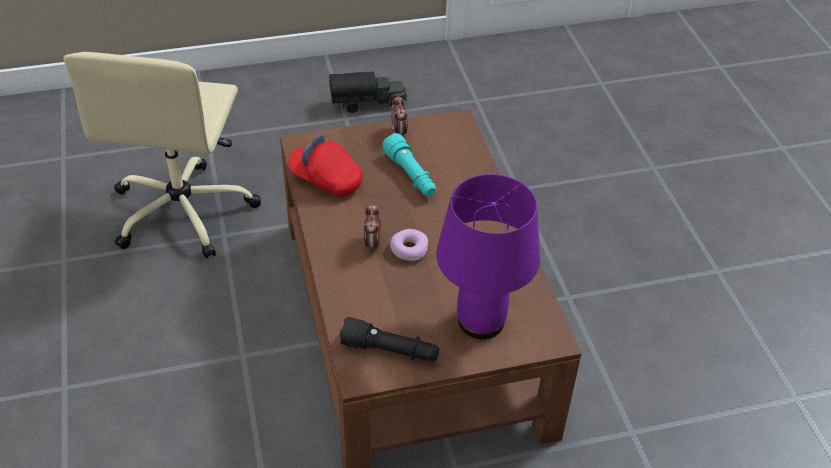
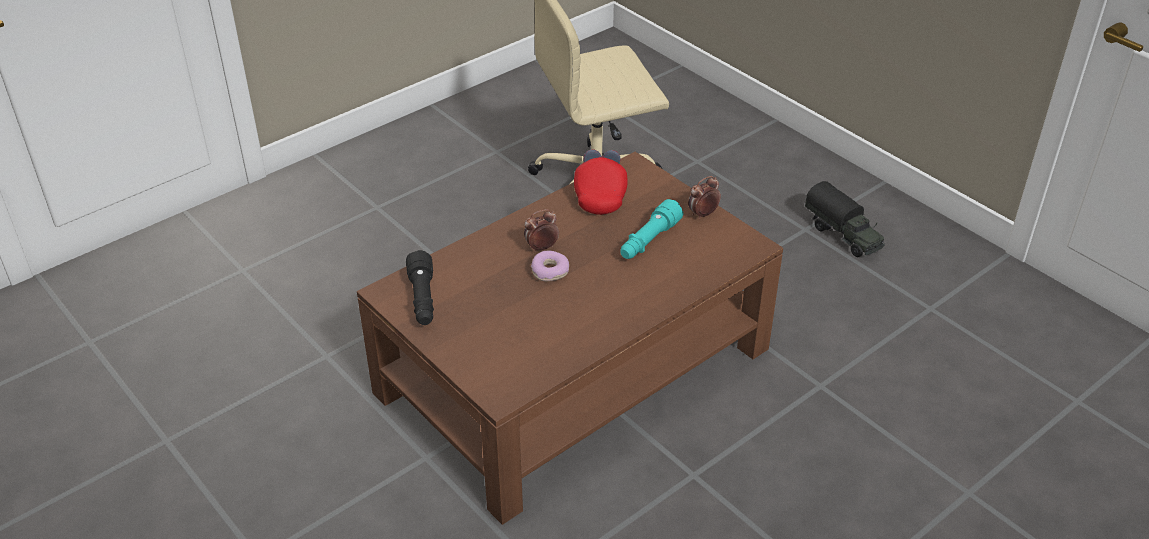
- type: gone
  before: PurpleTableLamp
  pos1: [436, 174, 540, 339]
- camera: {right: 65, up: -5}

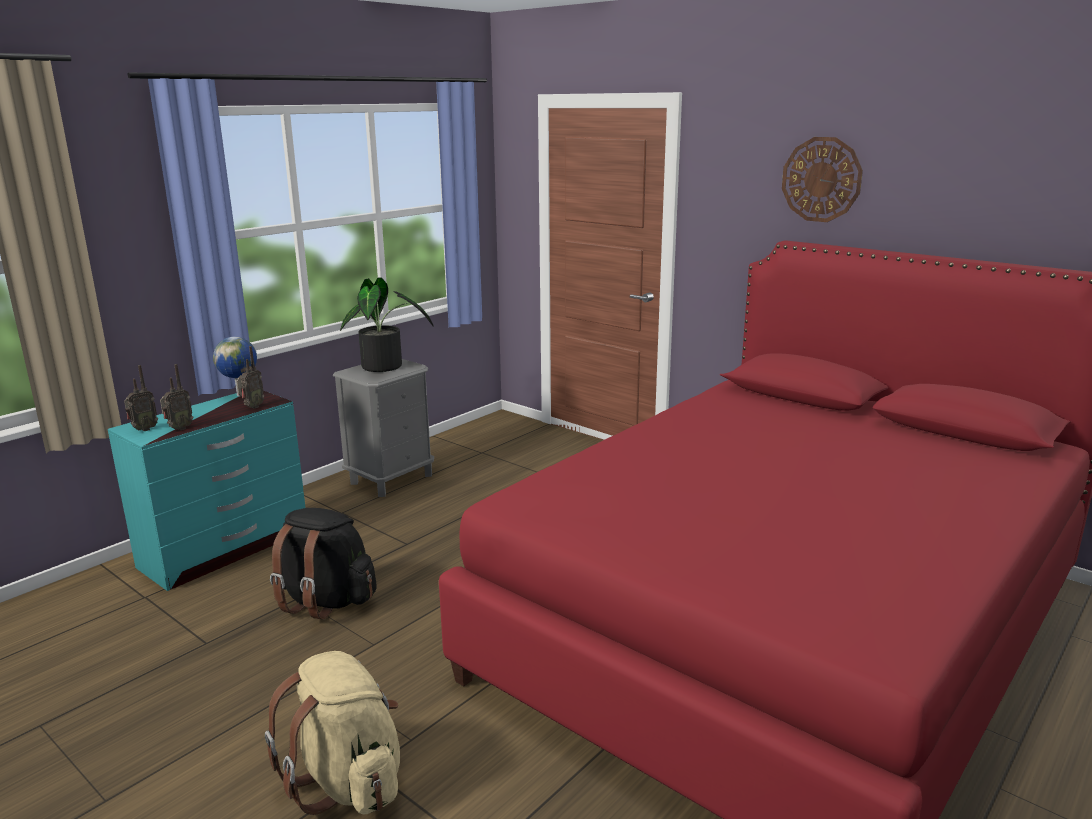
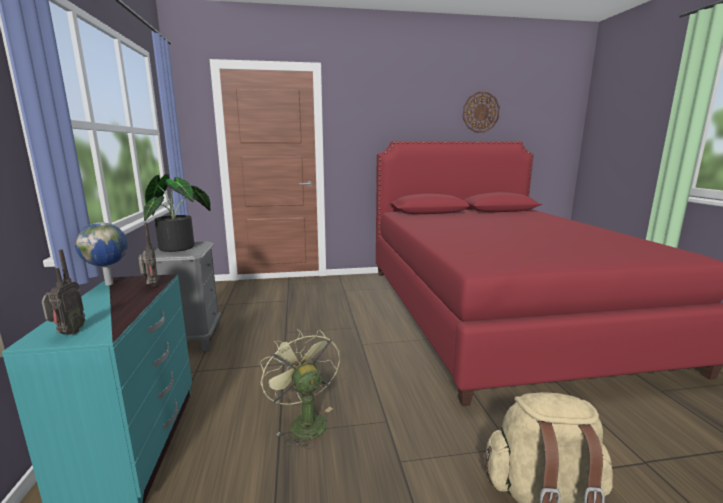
- type: shifted
  before: WallClock
  pos1: [782, 137, 863, 222]
  pos2: [463, 92, 500, 133]
- type: gone
  before: Radio
  pos1: [160, 364, 193, 430]
- type: swapped
  before: BlackBackpack
  after: GreenFan
  pos1: [270, 508, 377, 620]
  pos2: [259, 329, 340, 449]
- camera: {right: -50, up: -5}

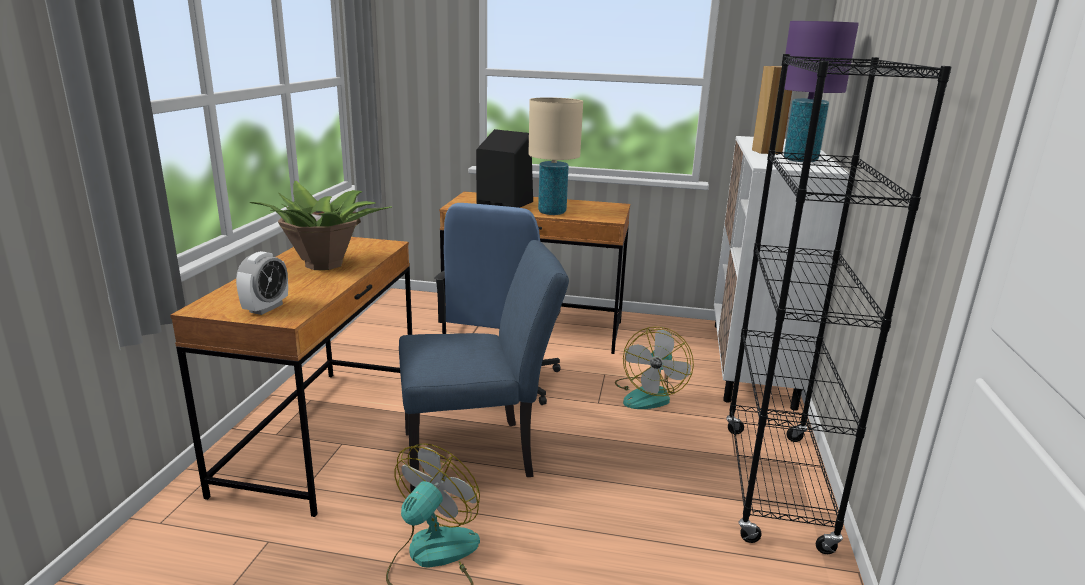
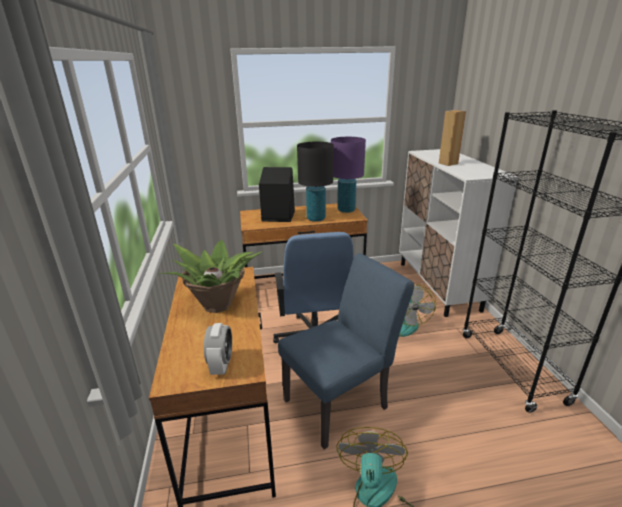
- type: shifted
  before: PurpleTableLamp
  pos1: [784, 21, 859, 162]
  pos2: [331, 137, 366, 213]
- type: repainted
  before: BeigeTableLamp
  after: BlackTableLamp
  pos1: [529, 97, 583, 215]
  pos2: [297, 141, 334, 222]
- camera: {right: -20, up: 5}

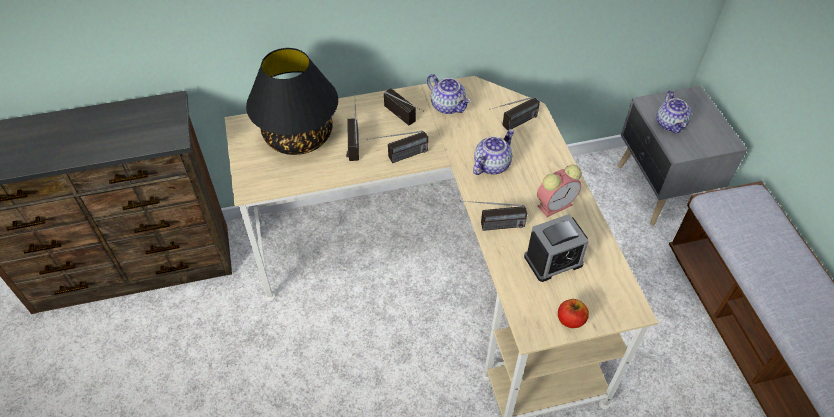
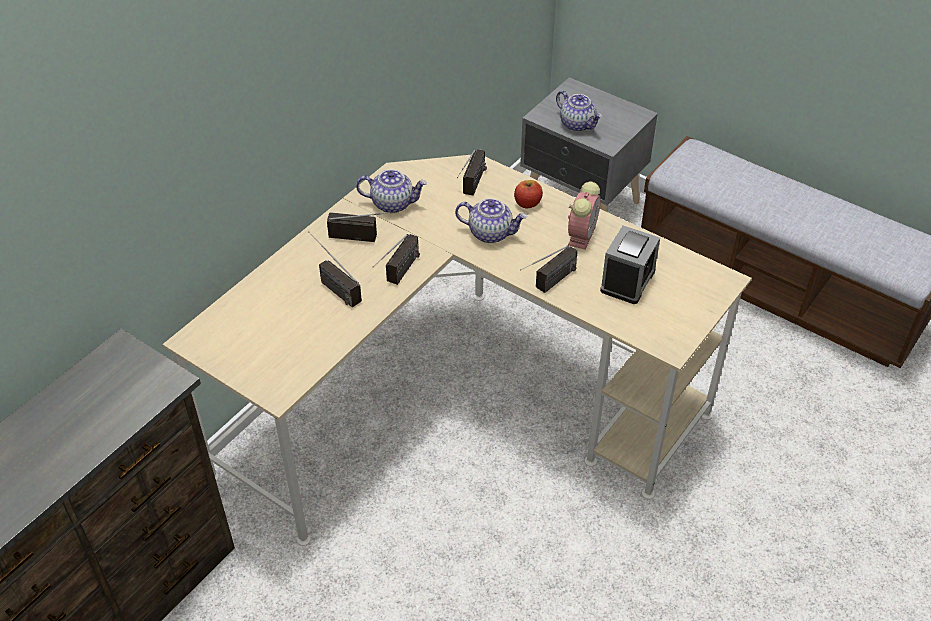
- type: gone
  before: BlackTableLamp
  pos1: [246, 48, 338, 155]
- type: rotated
  before: Teapot
  pos1: [473, 129, 514, 175]
  pos2: [455, 198, 527, 243]
  turn: 105
- type: shifted
  before: Apple
  pos1: [558, 299, 589, 328]
  pos2: [514, 180, 543, 208]
- camera: {right: -40, up: -5}

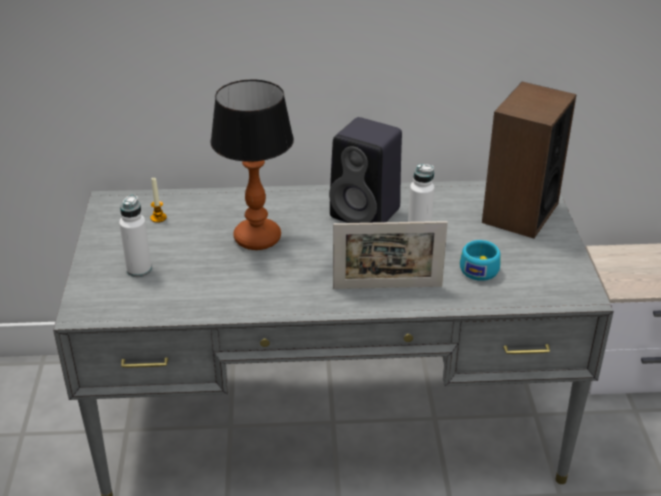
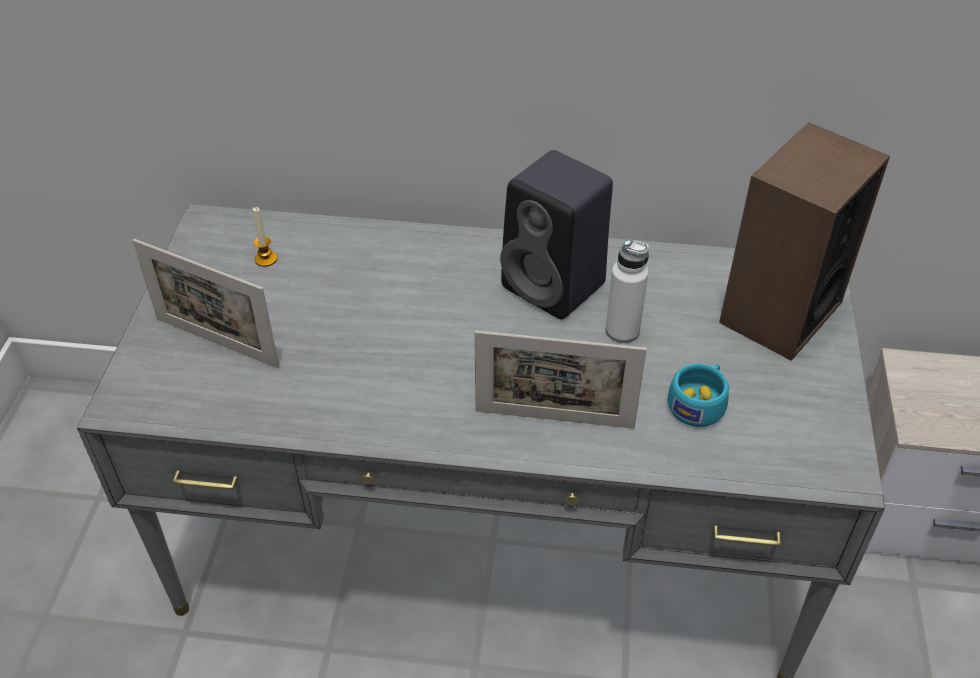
- type: gone
  before: TableLamp
  pos1: [210, 79, 294, 250]
- type: swapped
  before: WhiteBottle
  after: PictureFrame
  pos1: [119, 195, 152, 277]
  pos2: [132, 239, 279, 368]
- camera: {right: 10, up: 10}

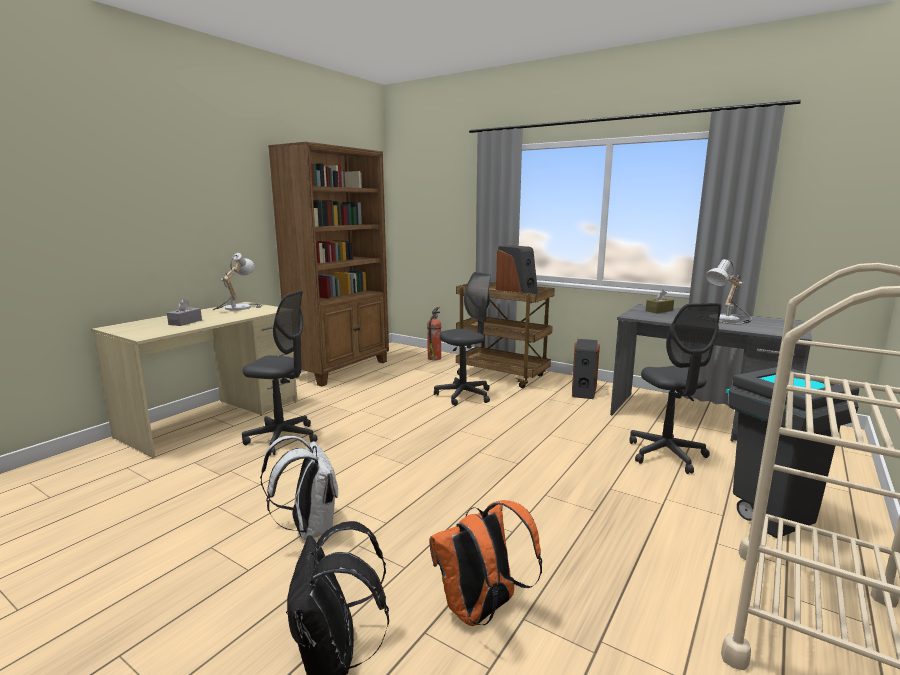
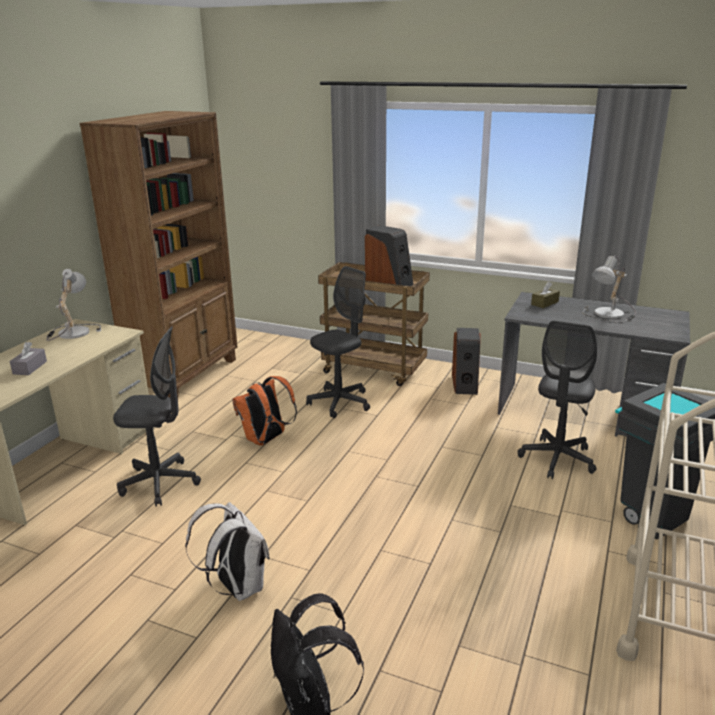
- type: rotated
  before: GreyOfficeChair
  pos1: [629, 303, 722, 474]
  pos2: [518, 321, 597, 479]
  turn: 45
- type: gone
  before: FireExtinguisher
  pos1: [427, 307, 441, 360]
- type: shifted
  before: OrangeBackpack
  pos1: [429, 500, 542, 626]
  pos2: [232, 376, 297, 446]
- camera: {right: -10, up: 10}

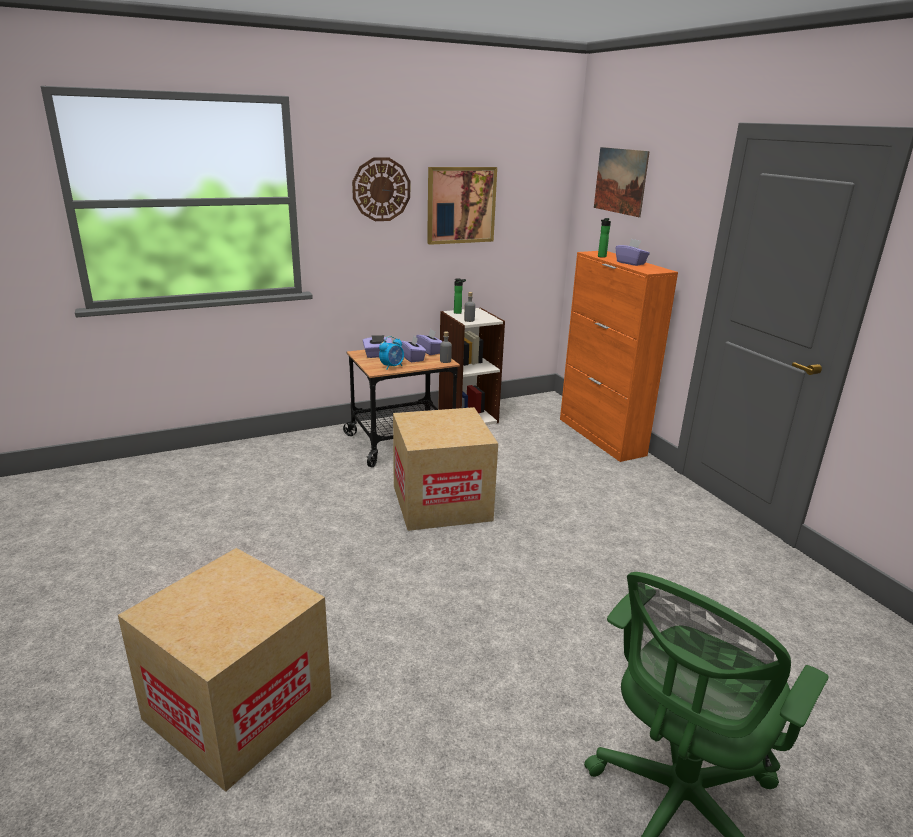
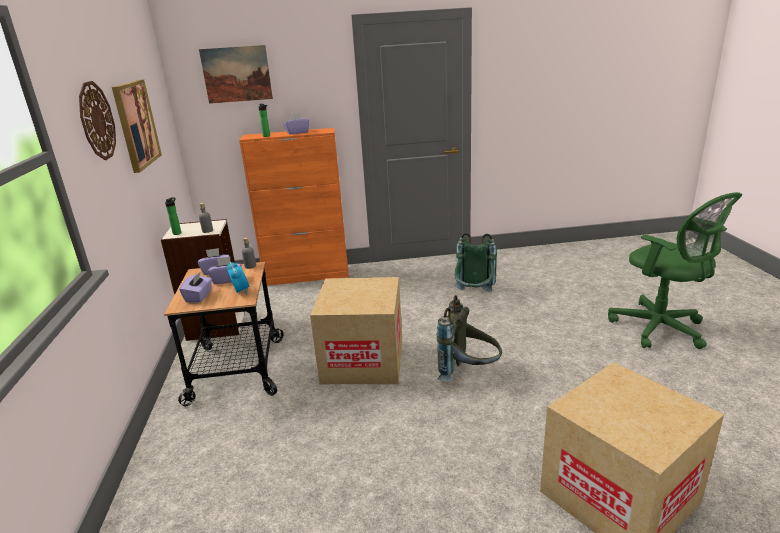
- type: new
  after: GreenBackpack
  pos2: [454, 233, 497, 292]
- type: new
  after: GreyBackpack
  pos2: [437, 295, 502, 382]
- camera: {right: -70, up: 0}

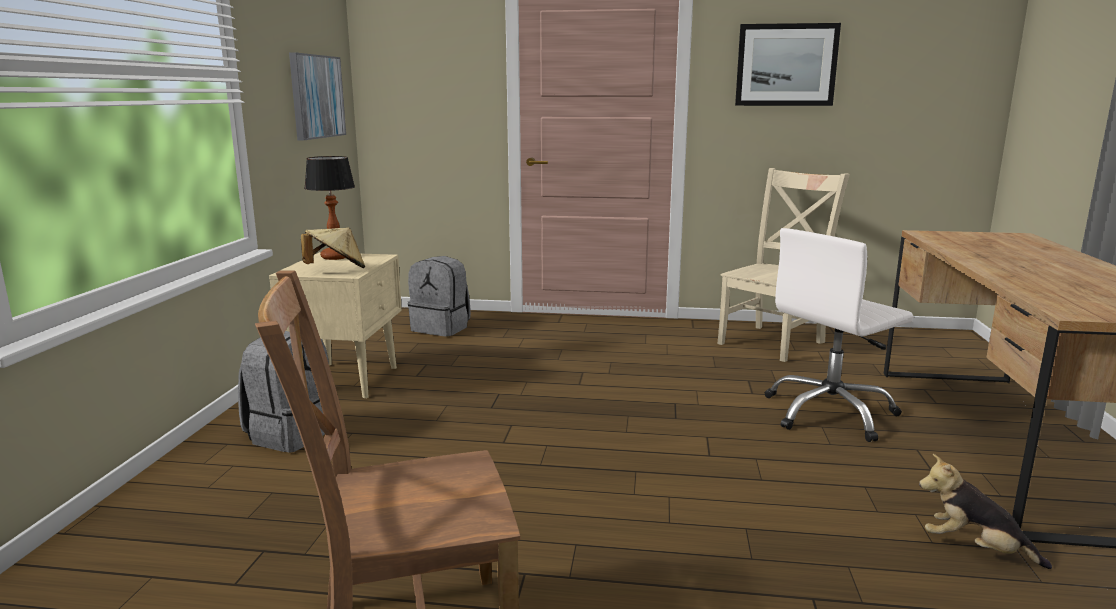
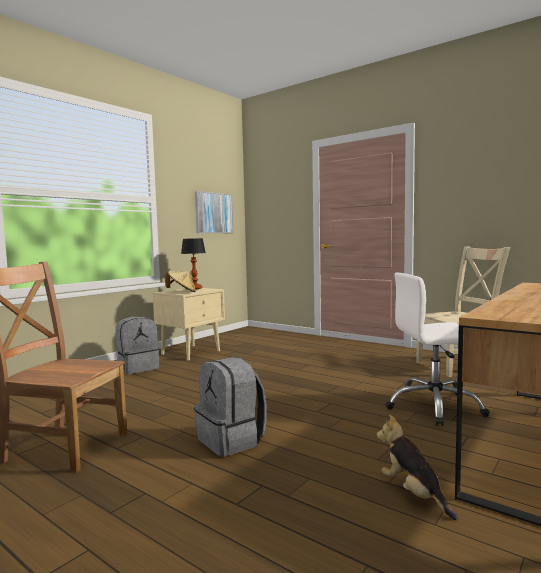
- type: gone
  before: Picture
  pos1: [735, 23, 841, 106]
- type: shifted
  before: GreyBackpack
  pos1: [408, 256, 471, 337]
  pos2: [194, 357, 267, 457]
- camera: {right: 30, up: -10}

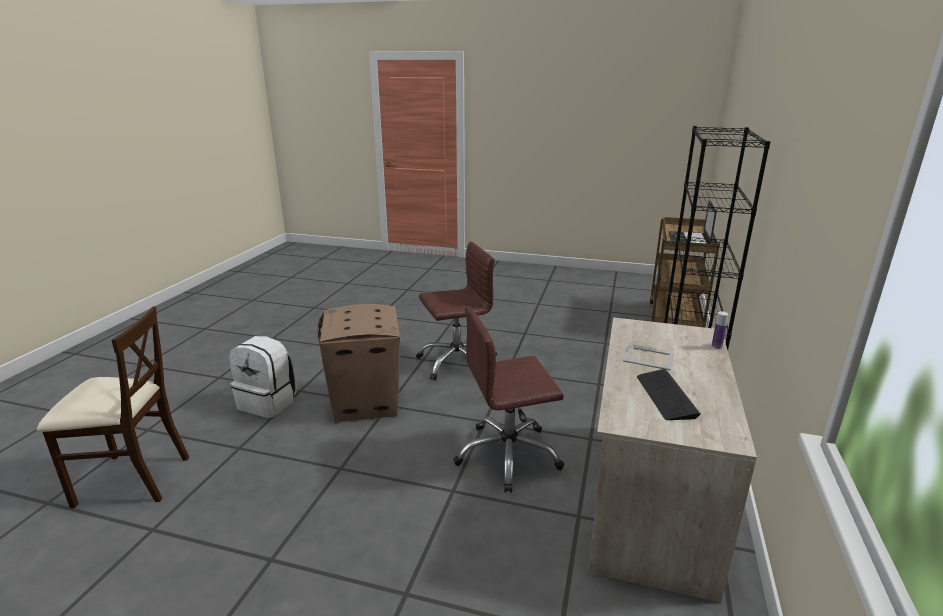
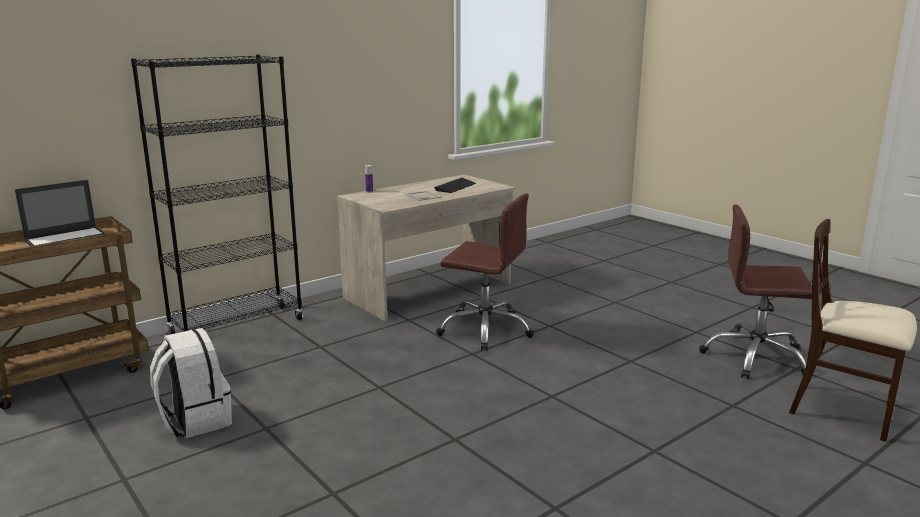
- type: shifted
  before: BrownOfficeChair
  pos1: [416, 241, 497, 381]
  pos2: [699, 204, 812, 379]
- type: gone
  before: CardboardBox
  pos1: [318, 304, 400, 422]
- type: shifted
  before: WhiteBackpack
  pos1: [229, 336, 297, 418]
  pos2: [150, 328, 232, 438]
- camera: {right: -145, up: -5}

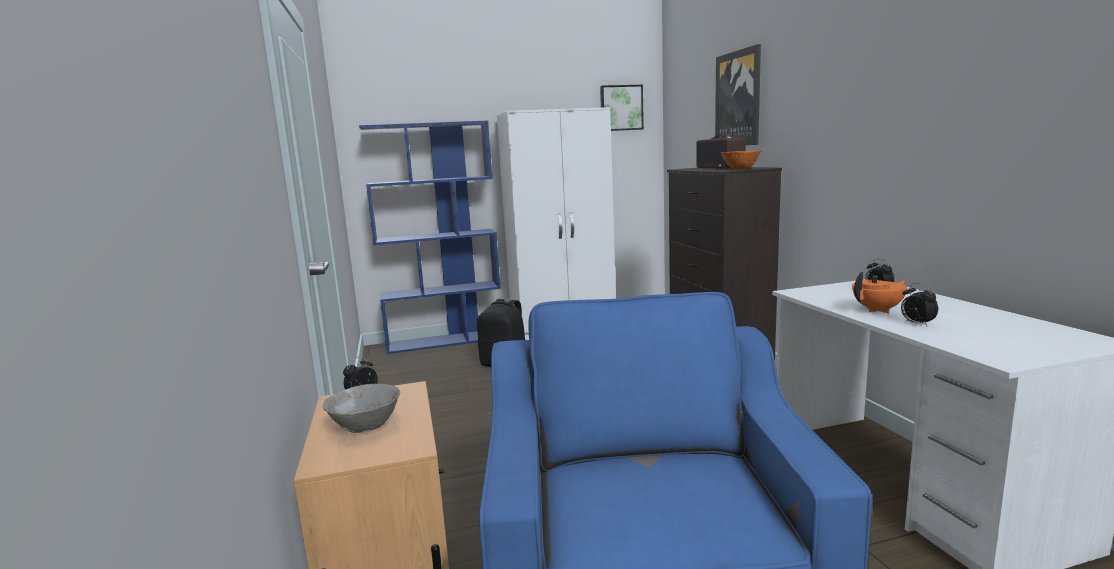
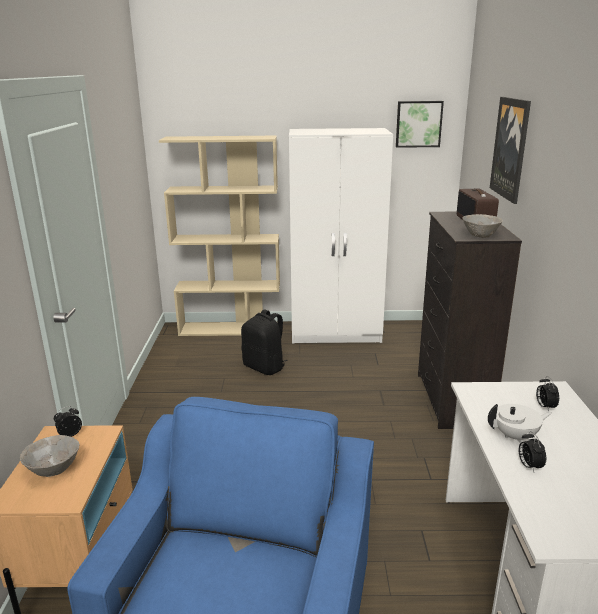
- type: repainted
  before: BlueBookcase
  after: BeigeBookcase
  pos1: [359, 121, 501, 354]
  pos2: [159, 136, 280, 336]
- type: repainted
  before: OrangeBowl
  after: GreyBowl
  pos1: [721, 150, 762, 169]
  pos2: [462, 214, 503, 238]
- type: repainted
  before: OrangeTeapot
  after: WhiteTeapot
  pos1: [852, 272, 907, 314]
  pos2: [488, 404, 552, 443]
- camera: {right: 15, up: 10}

